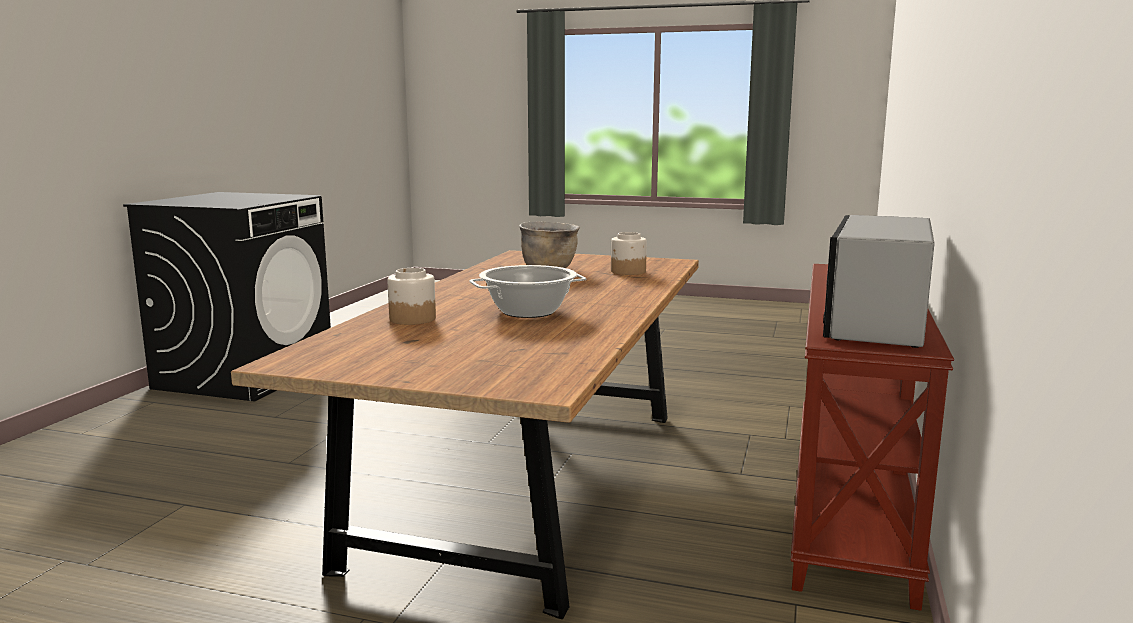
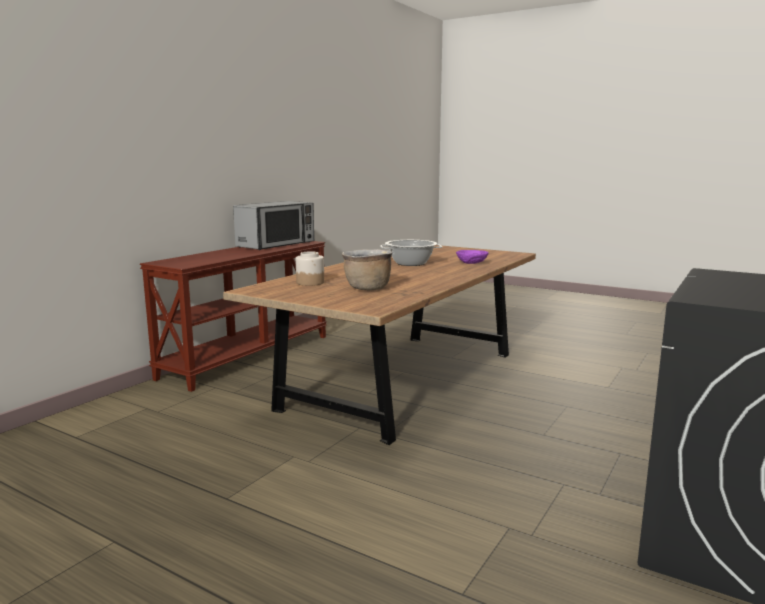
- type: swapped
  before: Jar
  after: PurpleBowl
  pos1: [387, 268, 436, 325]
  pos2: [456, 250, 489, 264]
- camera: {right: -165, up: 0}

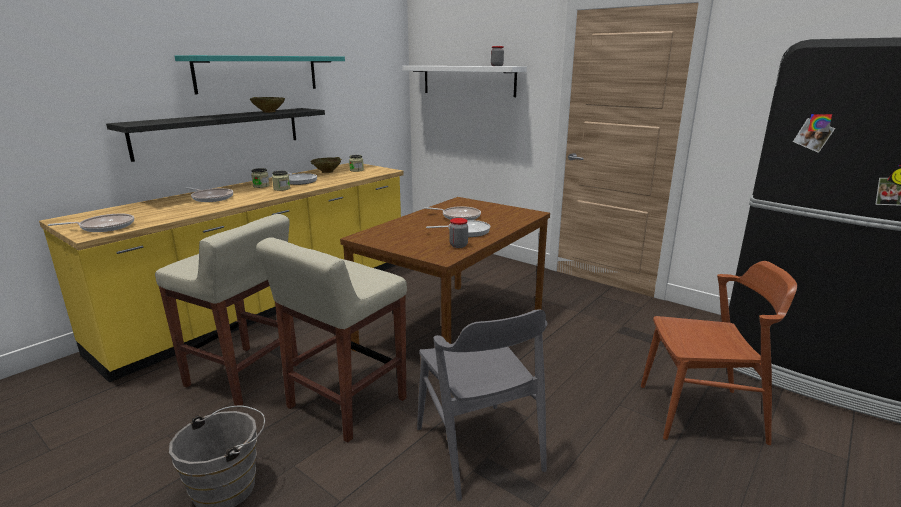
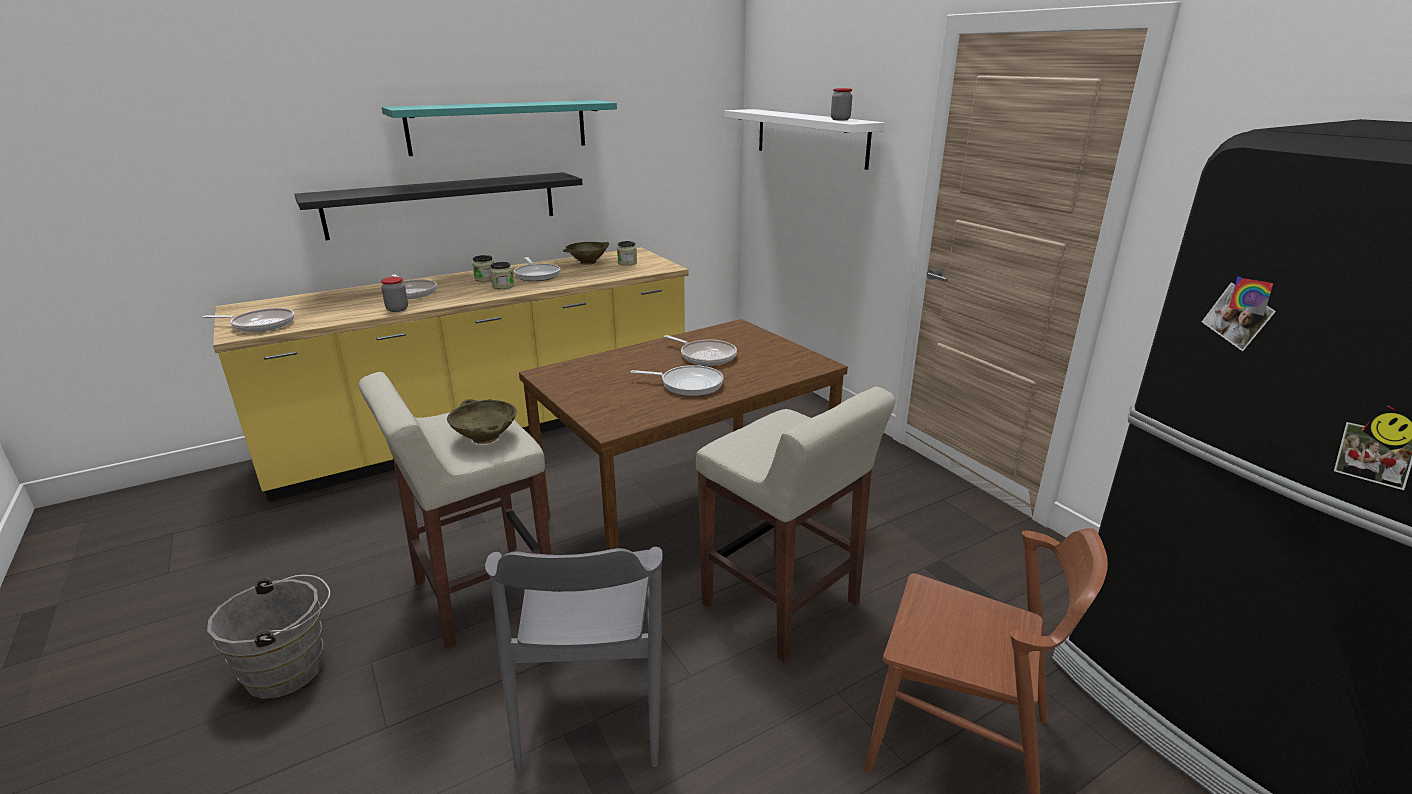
- type: shifted
  before: BeigeBowl
  pos1: [250, 97, 285, 113]
  pos2: [447, 399, 517, 444]
- type: shifted
  before: BeigeStool
  pos1: [155, 214, 299, 406]
  pos2: [696, 387, 895, 663]
- type: shifted
  before: Jar
  pos1: [449, 218, 468, 248]
  pos2: [381, 277, 408, 312]
- camera: {right: 20, up: 5}

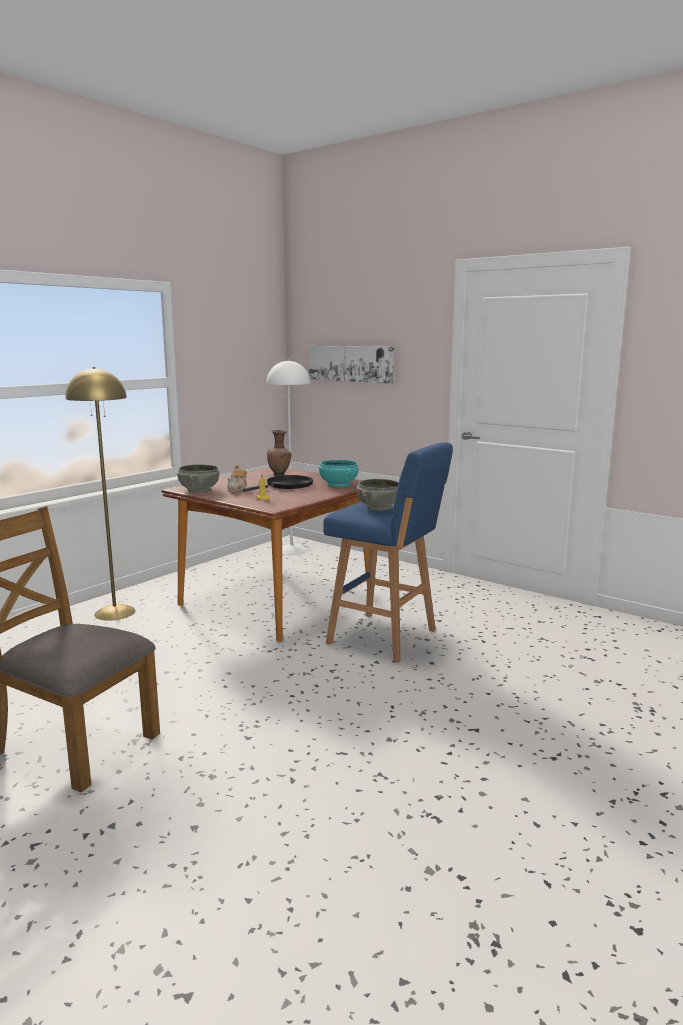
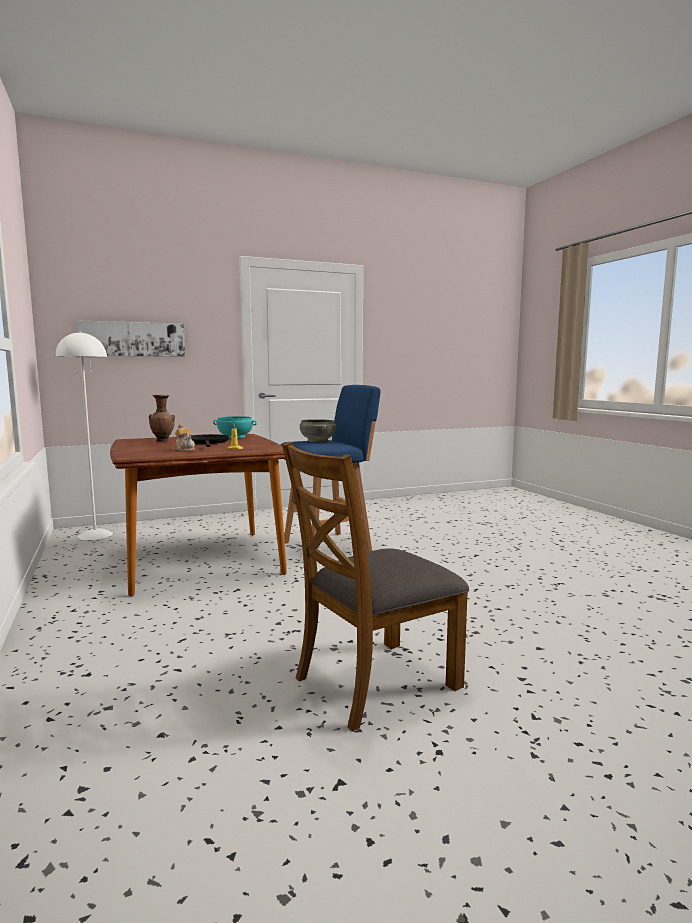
- type: gone
  before: YellowFloorLamp
  pos1: [66, 367, 136, 621]
- type: gone
  before: GreyBowl
  pos1: [177, 464, 219, 493]
- camera: {right: -60, up: -5}

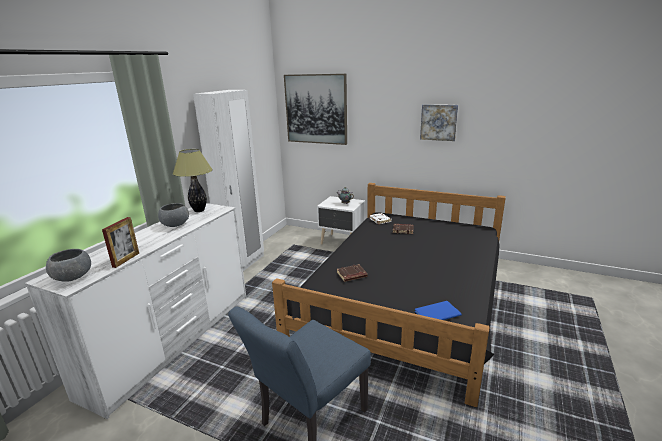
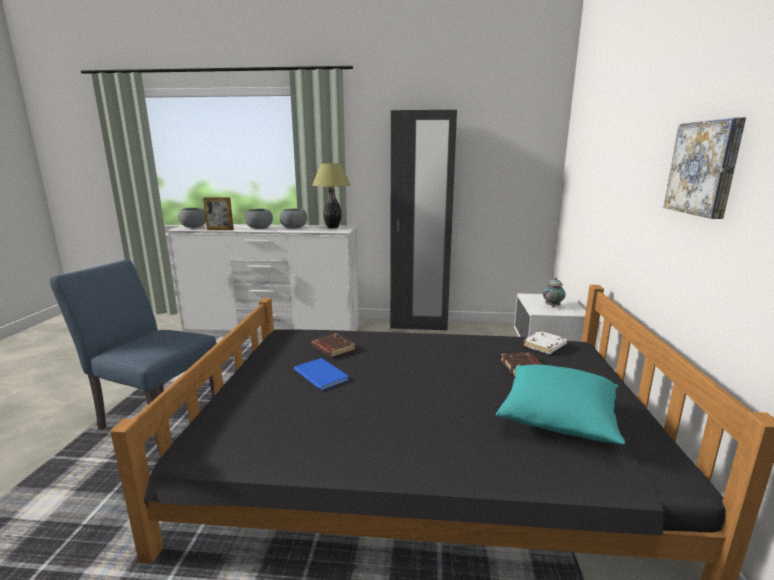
- type: gone
  before: Picture
  pos1: [284, 74, 347, 145]
- type: repainted
  before: WhiteWardrobe
  after: BlackWardrobe
  pos1: [193, 90, 264, 271]
  pos2: [390, 110, 457, 331]
- type: shifted
  before: BlueBook
  pos1: [415, 301, 462, 320]
  pos2: [294, 358, 349, 391]
- type: new
  after: GreyBowl
  pos2: [244, 209, 273, 229]
- type: new
  after: TurquoisePillow
  pos2: [496, 365, 625, 444]
- camera: {right: 70, up: -5}

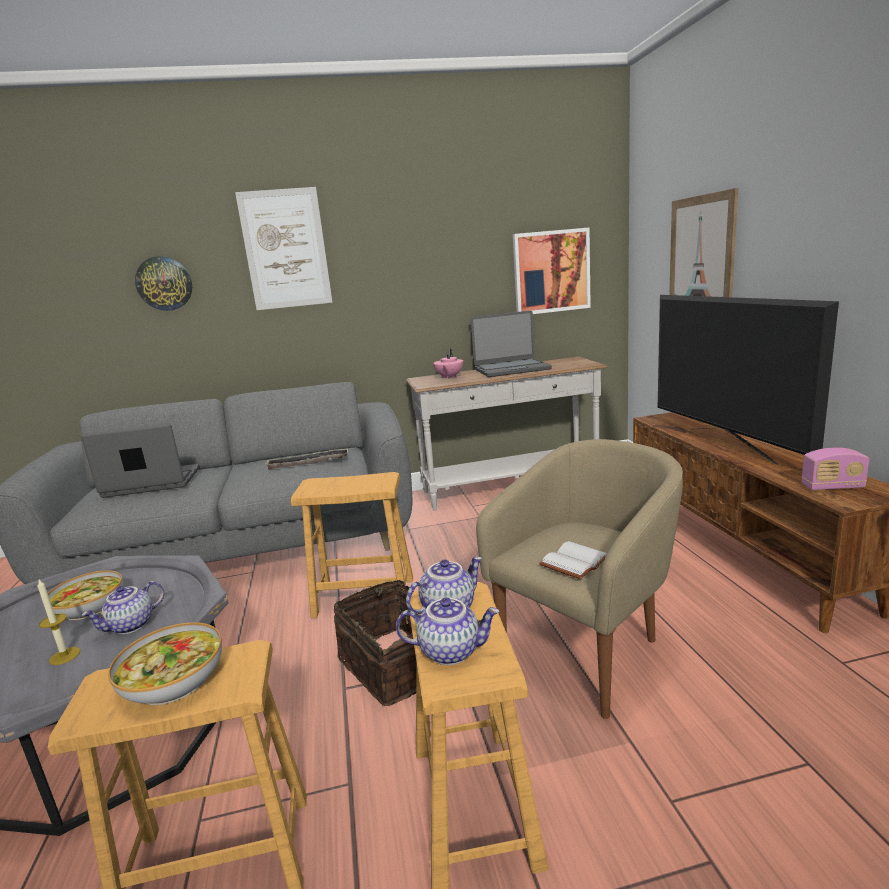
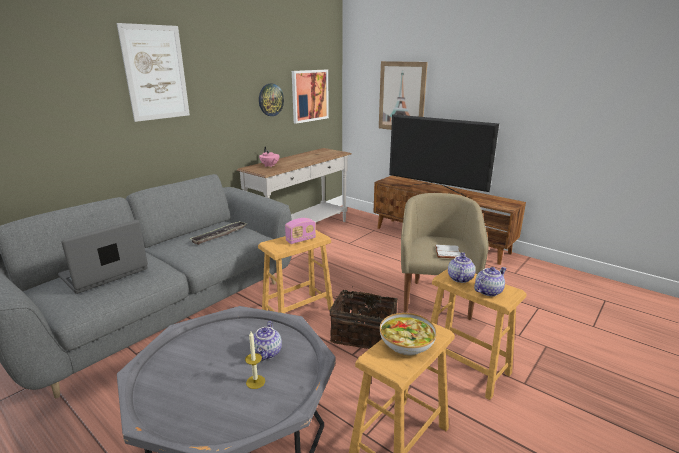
- type: shifted
  before: WallClock
  pos1: [135, 256, 192, 311]
  pos2: [259, 84, 284, 116]
- type: gone
  before: Laptop
  pos1: [471, 311, 552, 377]
- type: shifted
  before: Radio
  pos1: [802, 448, 869, 490]
  pos2: [285, 218, 316, 244]
- type: gone
  before: Bowl
  pos1: [48, 570, 123, 620]
- camera: {right: -40, up: 5}

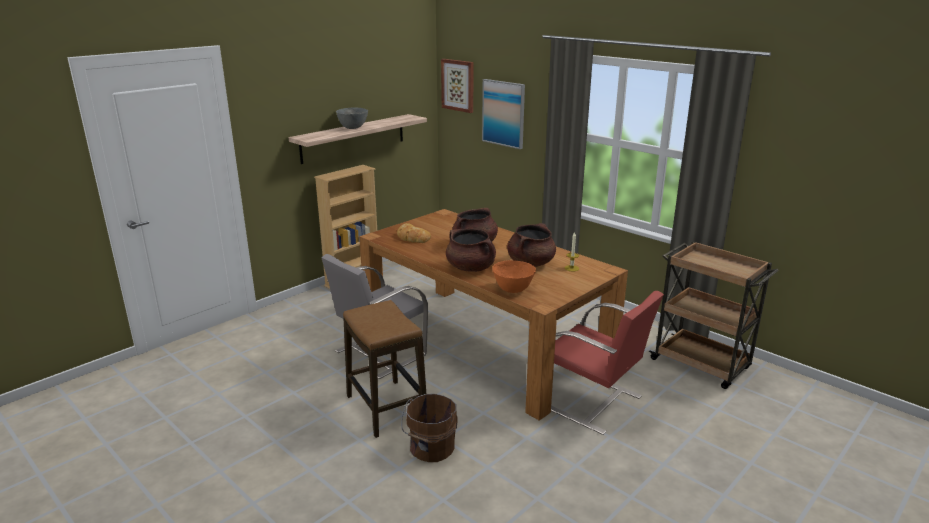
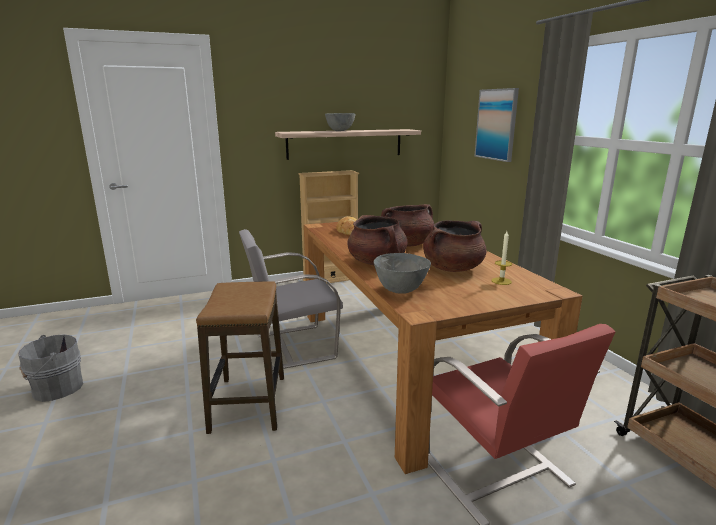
- type: gone
  before: Picture
  pos1: [441, 59, 474, 113]
- type: repainted
  before: OrangeBowl
  after: GreyBowl
  pos1: [493, 260, 536, 293]
  pos2: [374, 253, 431, 294]
- type: gone
  before: BrownBucket
  pos1: [401, 394, 457, 462]
- type: new
  after: GreyBucket
  pos2: [18, 334, 83, 402]
- camera: {right: 25, up: -5}

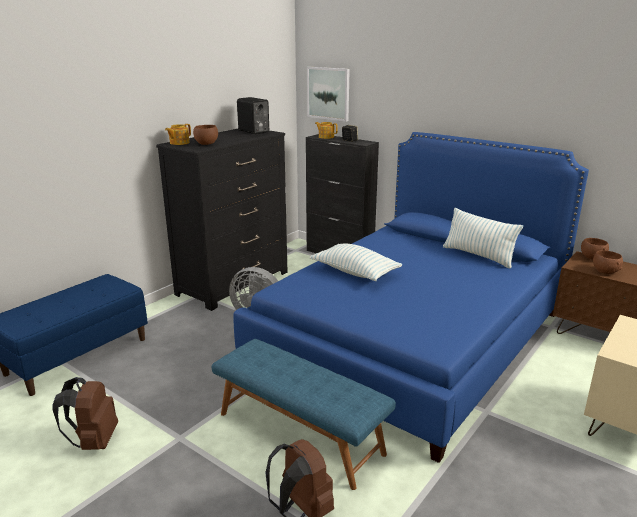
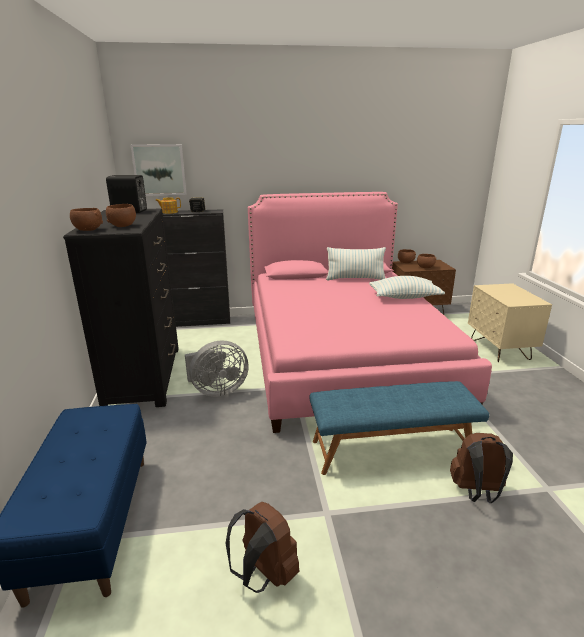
- type: swapped
  before: Teapot
  after: BrownBowl
  pos1: [165, 124, 191, 145]
  pos2: [70, 208, 103, 231]
- type: repainted
  before: BlueBed
  after: PinkBed
  pos1: [233, 132, 589, 463]
  pos2: [248, 192, 492, 433]
- type: shifted
  before: Pillow
  pos1: [310, 244, 402, 281]
  pos2: [369, 276, 445, 299]
- camera: {right: -45, up: 0}

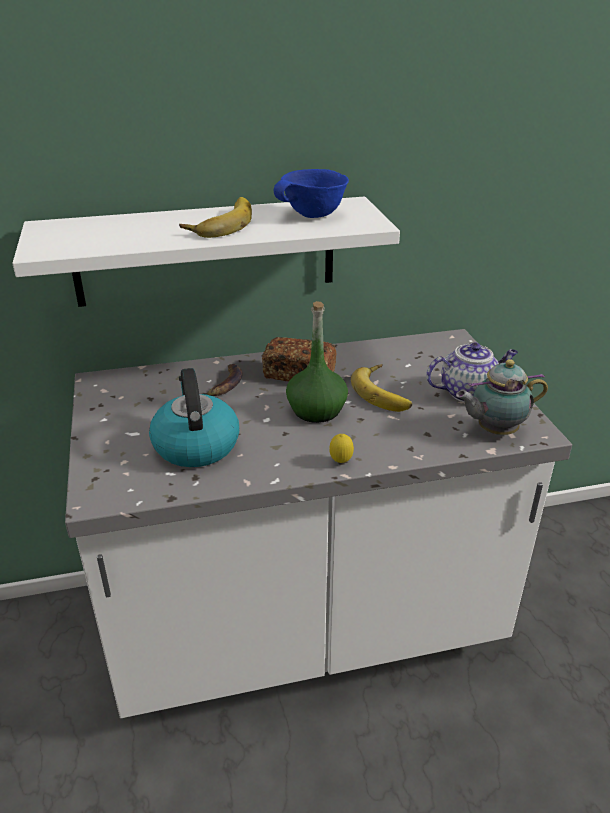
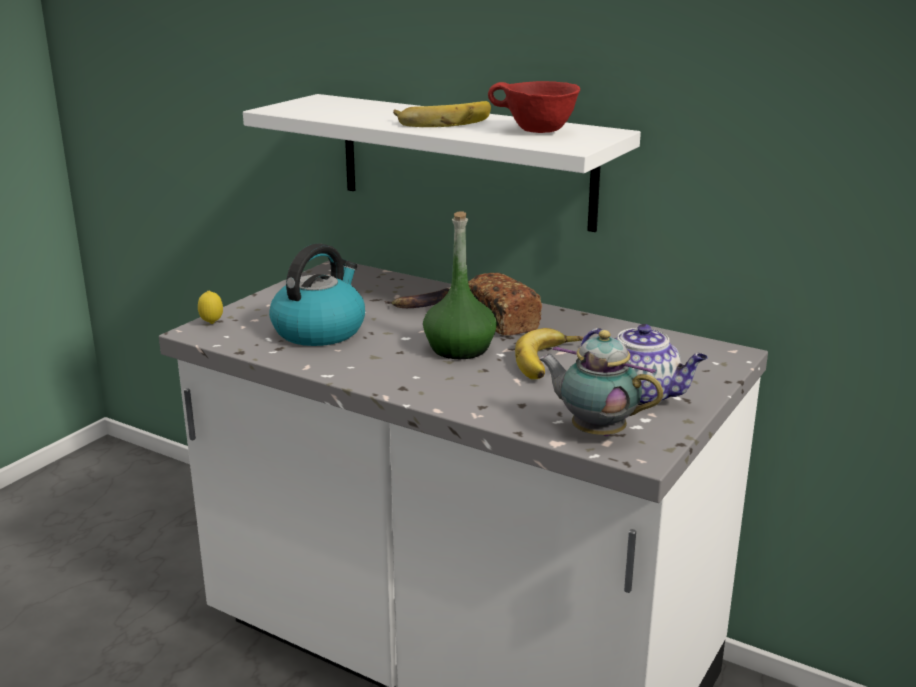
- type: repainted
  before: BlueBowl
  after: RedBowl
  pos1: [273, 169, 349, 218]
  pos2: [488, 81, 580, 133]
- type: shifted
  before: Lemon
  pos1: [329, 434, 354, 463]
  pos2: [198, 291, 223, 324]
- camera: {right: 45, up: -10}

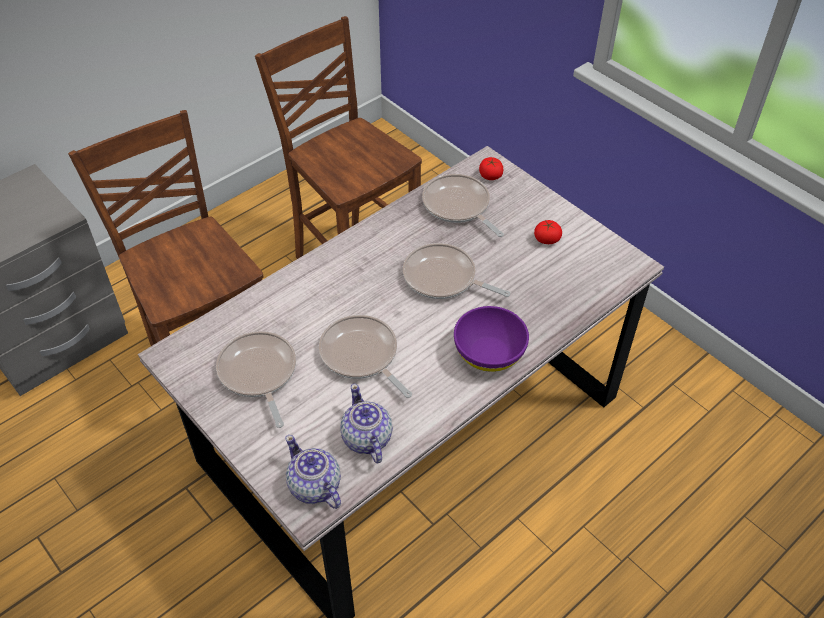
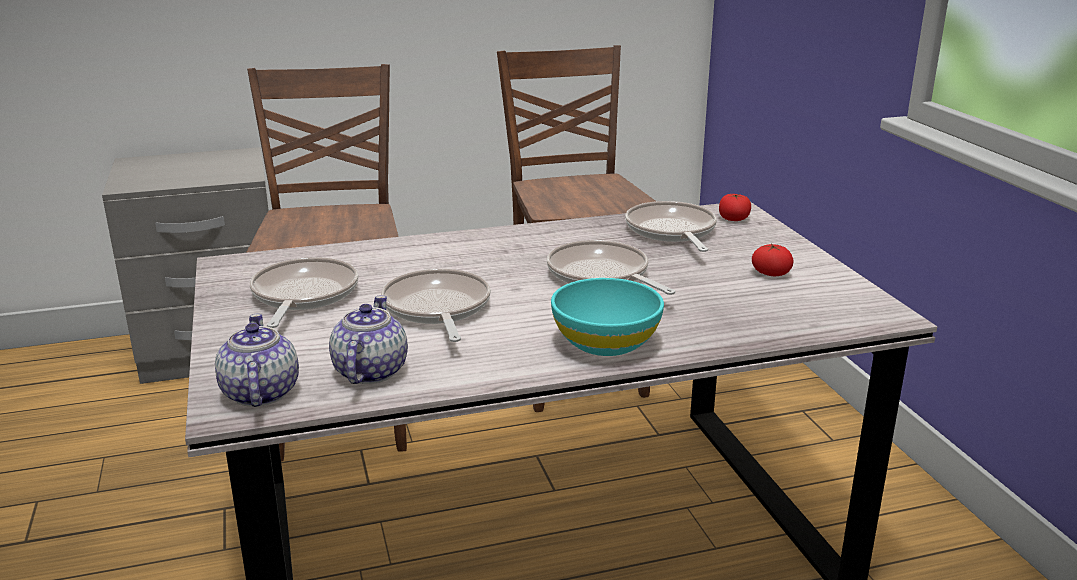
- type: repainted
  before: PurpleBowl
  after: TurquoiseBowl
  pos1: [454, 306, 529, 372]
  pos2: [551, 278, 664, 356]
- camera: {right: 25, up: -25}

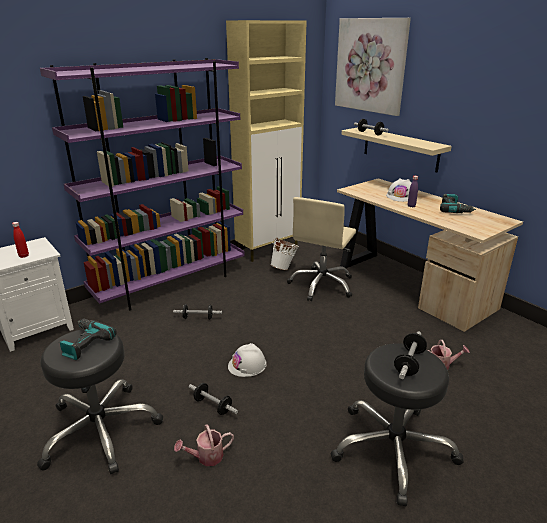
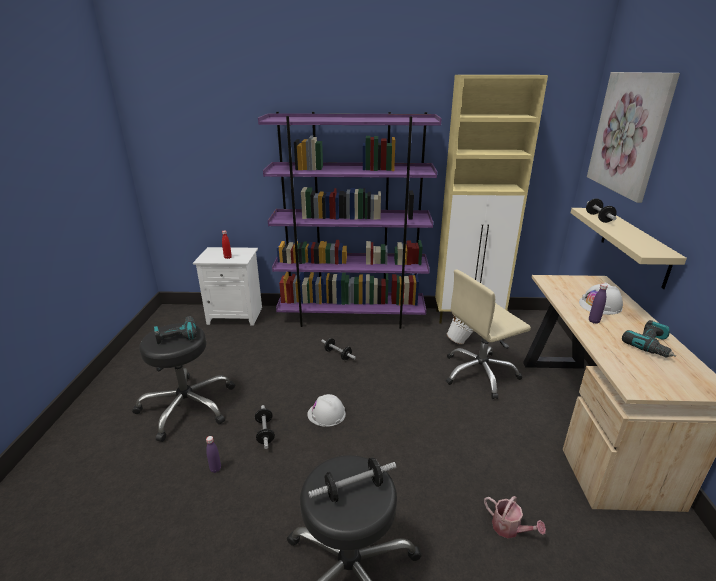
- type: swapped
  before: WateringCan
  after: PurpleBottle
  pos1: [174, 424, 234, 466]
  pos2: [206, 436, 221, 473]
- camera: {right: 40, up: 0}

